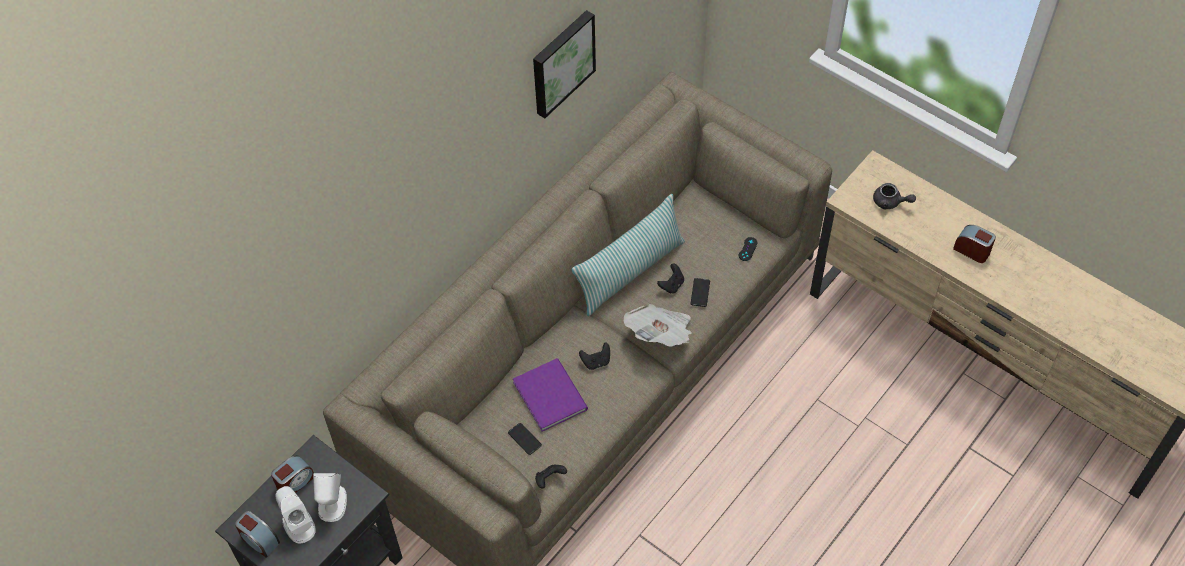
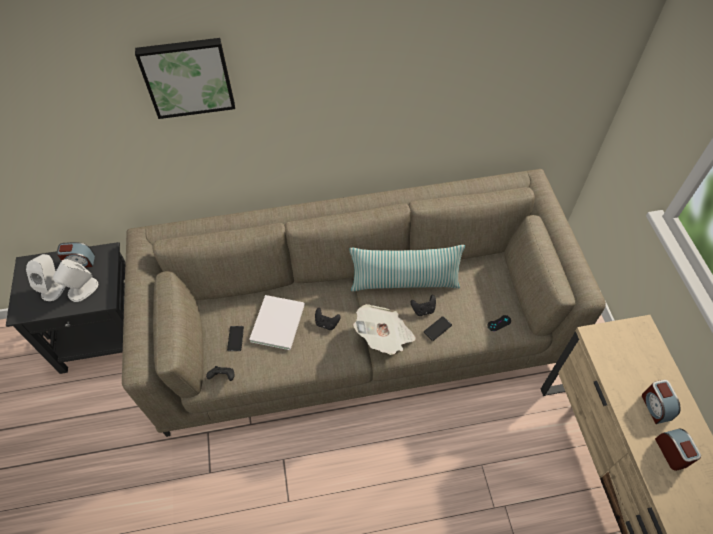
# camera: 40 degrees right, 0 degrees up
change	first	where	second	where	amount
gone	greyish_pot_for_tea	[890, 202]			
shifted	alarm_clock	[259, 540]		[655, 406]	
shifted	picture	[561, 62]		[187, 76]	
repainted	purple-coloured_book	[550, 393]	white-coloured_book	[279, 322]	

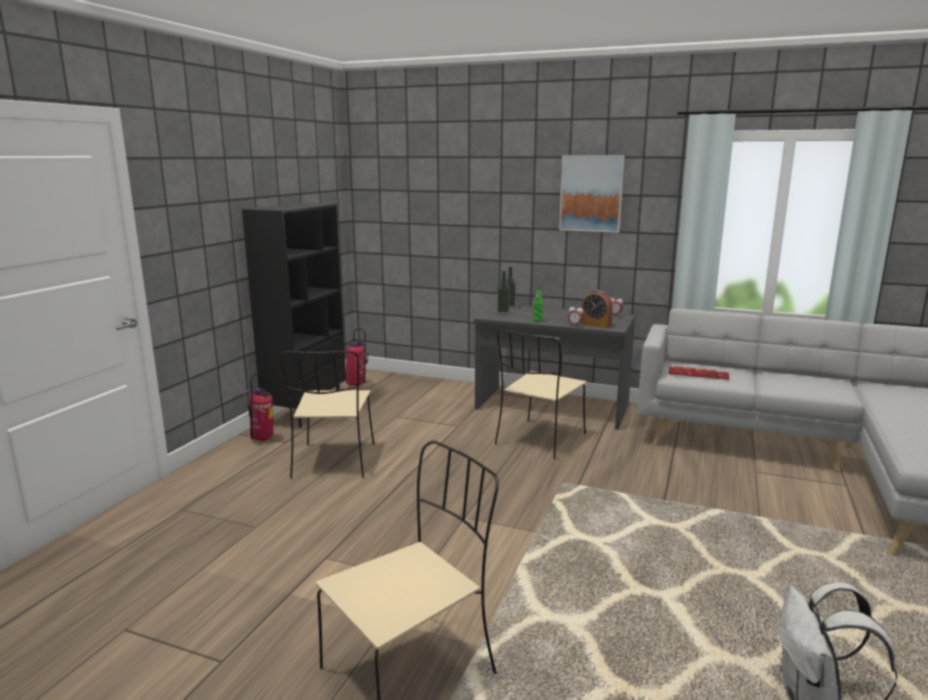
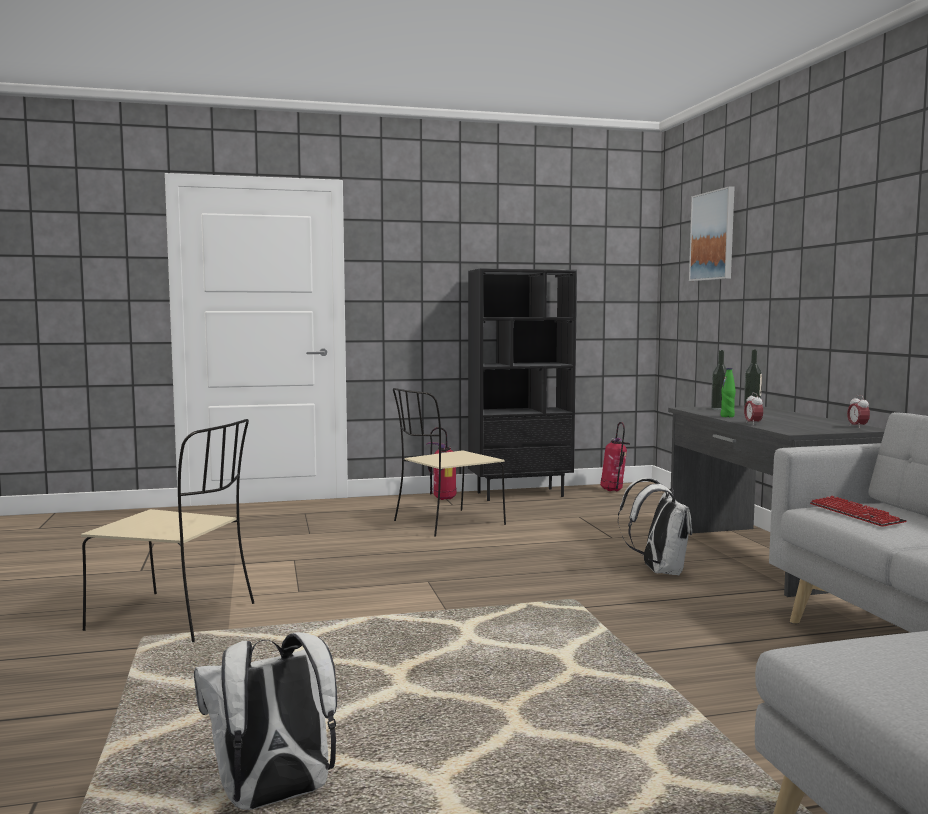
# camera: 55 degrees right, 10 degrees down
change	first	where	second	where	amount
gone	alarm_clock	[596, 324]			
shifted	picture	[591, 193]		[713, 236]	
swapped	sand-coloured_chair	[539, 440]	white-coloured_knapsack	[658, 571]	

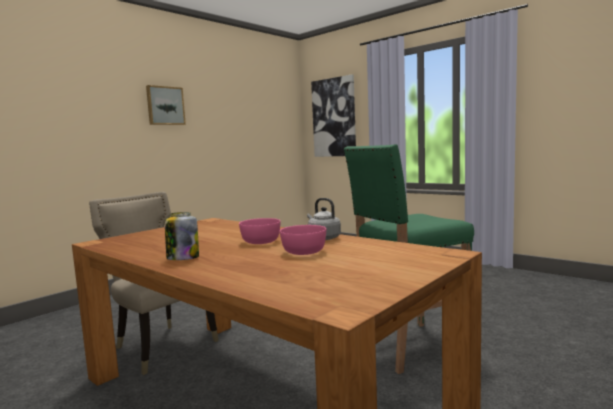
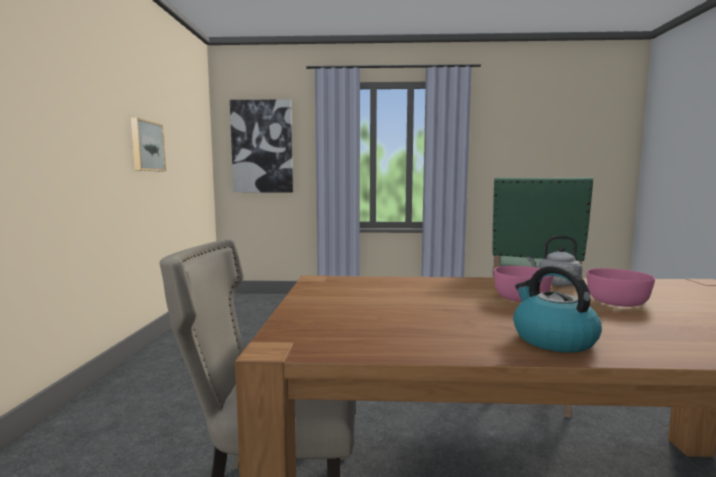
# camera: 40 degrees left, 0 degrees up
change	first	where	second	where	amount
shifted	picture	[165, 106]		[146, 146]	
swapped	storage_jar	[182, 258]	tea_kettle	[552, 339]	

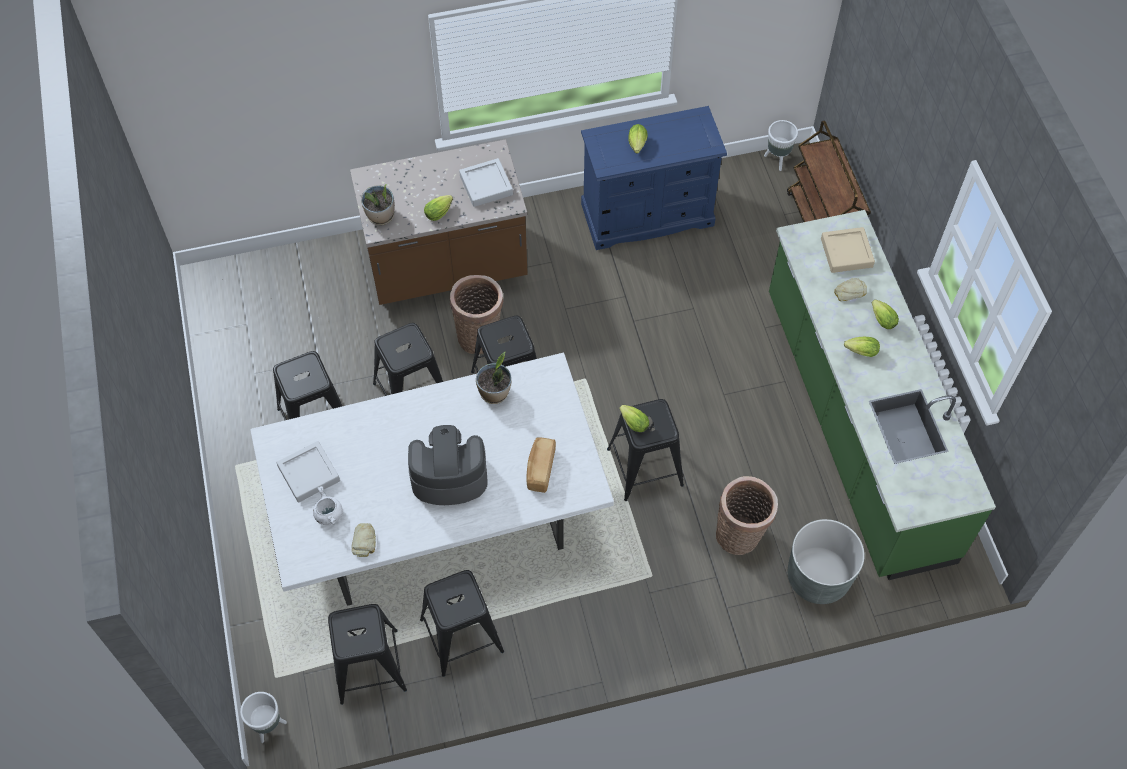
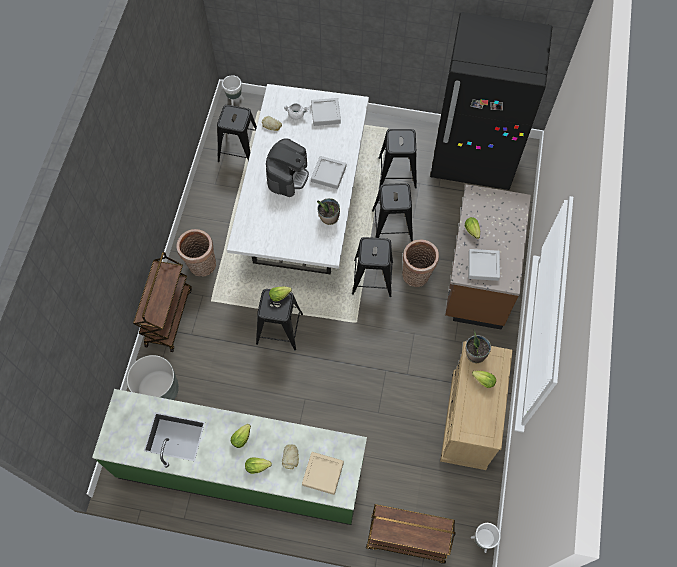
# camera: 115 degrees right, 5 degrees up
change	first	where	second	where	amount
gone	blackish_sitting_stool	[462, 635]			
gone	baked_bread	[540, 469]			
new			brownish_trolley	[168, 316]	
new			greyish_serving_tray	[328, 174]	
new			blackish_refrigerator	[473, 159]	
shifted	potted_plant	[381, 216]		[475, 354]	
shifted	household_basket	[740, 535]		[201, 266]	
repainted	bluish_dresser	[647, 215]	sand-coloured_dresser	[468, 420]	

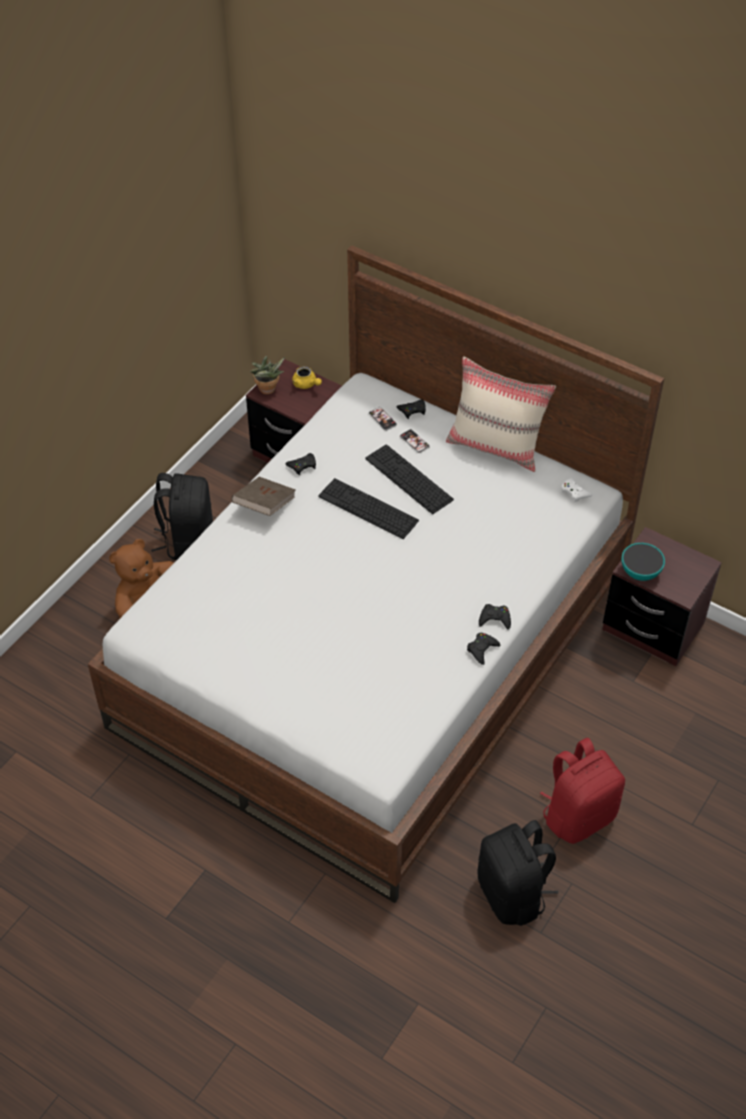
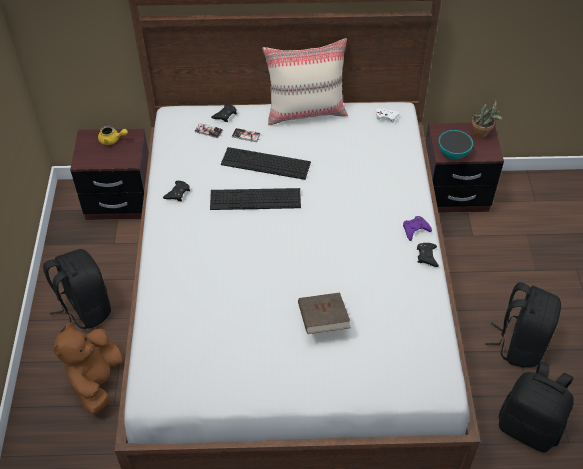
# camera: 35 degrees left, 0 degrees up
change	first	where	second	where	amount
shifted	brownish_book	[264, 505]		[323, 321]	
shifted	potted_plant	[268, 391]		[482, 134]	
repainted	blackish_gamepad	[495, 619]	purple-coloured_gamepad	[415, 229]	
repainted	reddish_knapsack	[578, 815]	blackish_knapsack	[519, 344]	

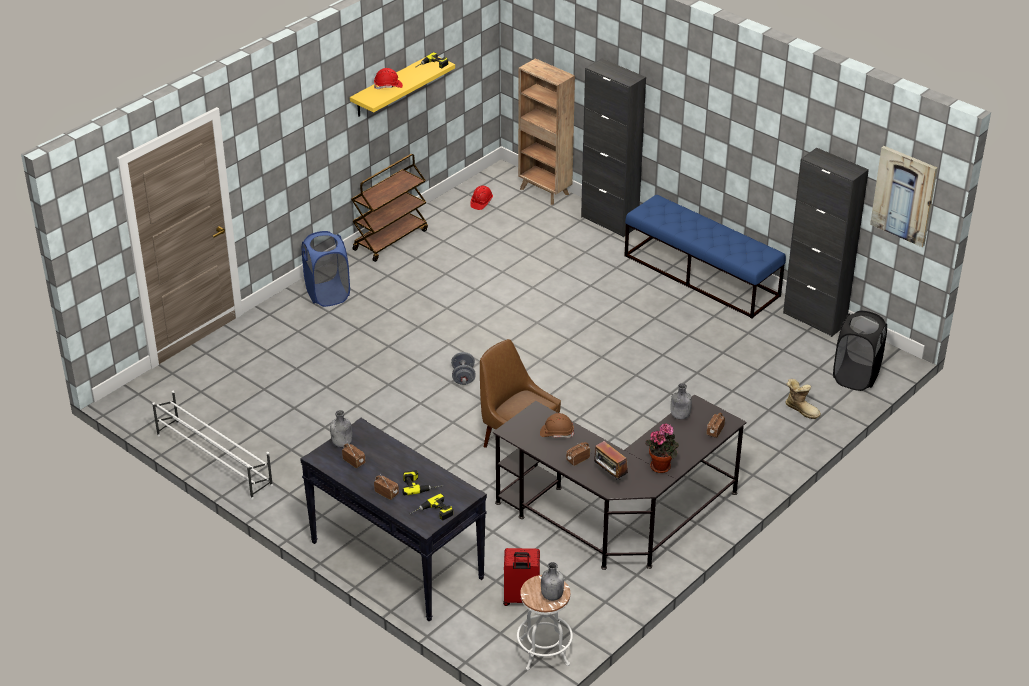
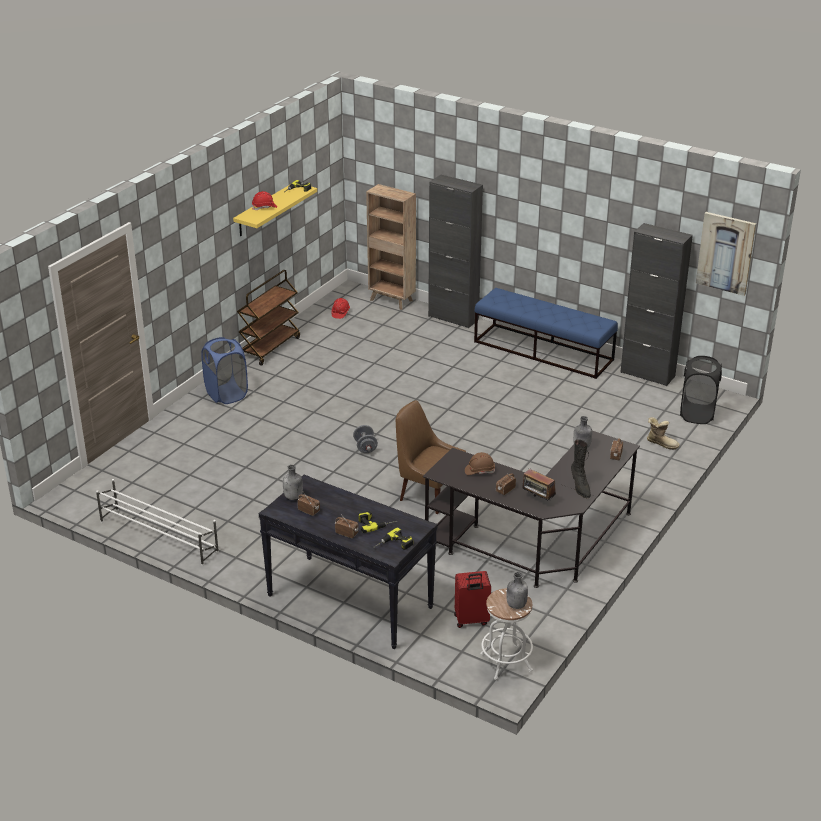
# camera: 10 degrees left, 5 degrees down
change	first	where	second	where	amount
swapped	potted_plant	[662, 466]	blackish_tall_boot	[580, 487]	

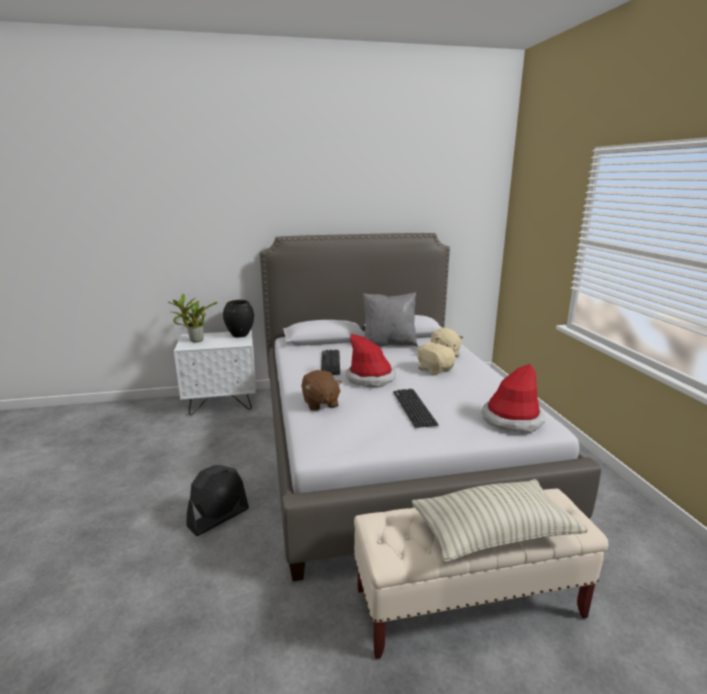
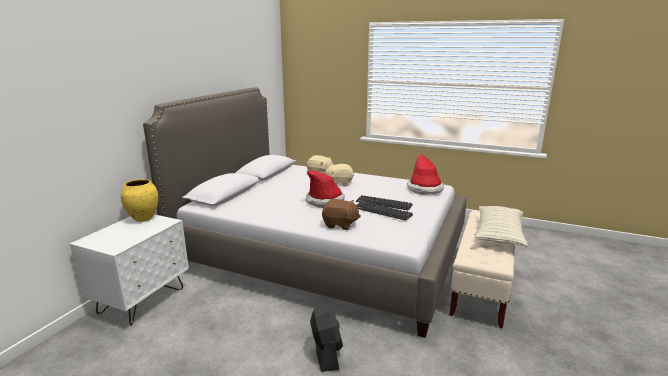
# camera: 55 degrees left, 0 degrees up
change	first	where	second	where	amount
gone	potted_plant	[194, 341]			
gone	greyish_pillow	[389, 344]			
shifted	PC_keyboard	[330, 363]		[382, 211]	
repainted	blackish_decorative_vase	[239, 335]	yellow_decorative_vase	[143, 218]	

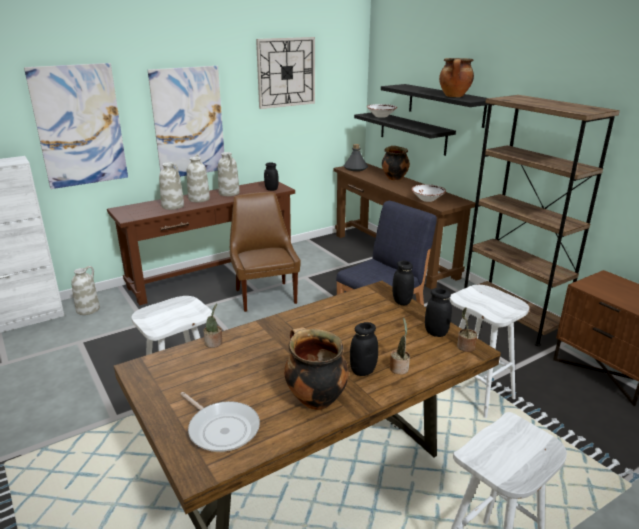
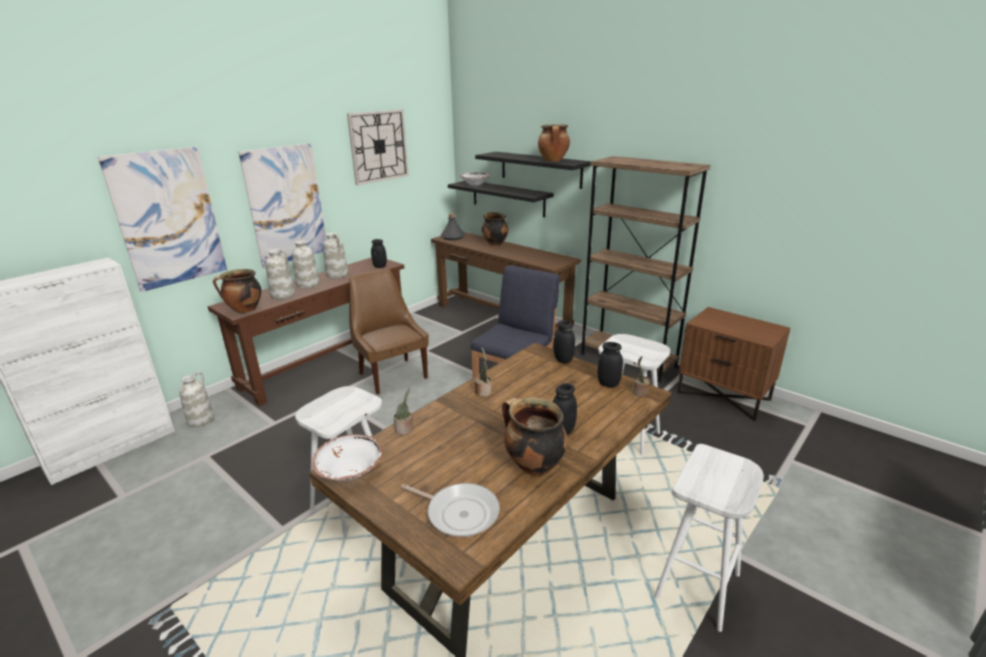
# camera: 15 degrees left, 0 degrees up
change	first	where	second	where	amount
new			saucepot	[244, 310]	
shifted	potted_plant	[399, 368]		[483, 391]	
shifted	white-coloured_serving_bowl	[427, 199]		[350, 471]	

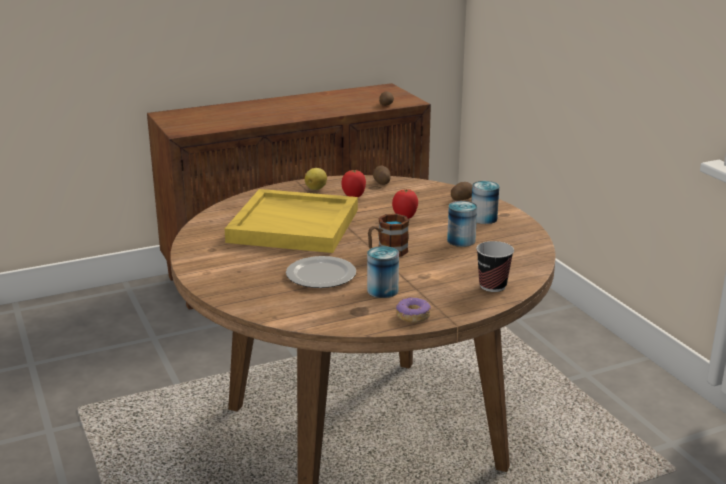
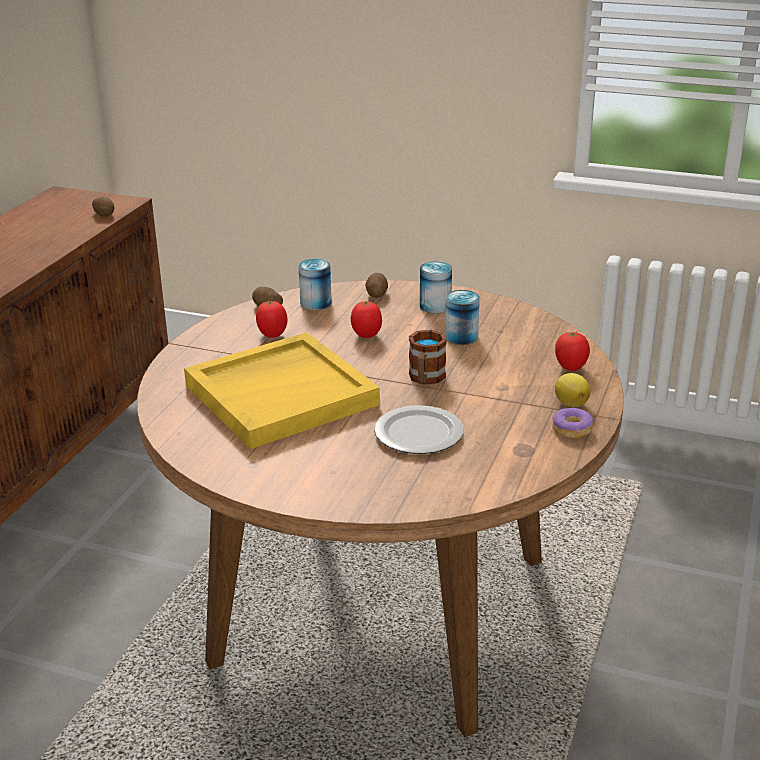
# camera: 45 degrees left, 5 degrees up
change	first	where	second	where	amount
shifted	lemon	[316, 188]		[570, 403]	
shifted	sealed_can	[382, 290]		[316, 303]	
swapped	drinking_cup	[492, 286]	fresh_tomato	[571, 368]	

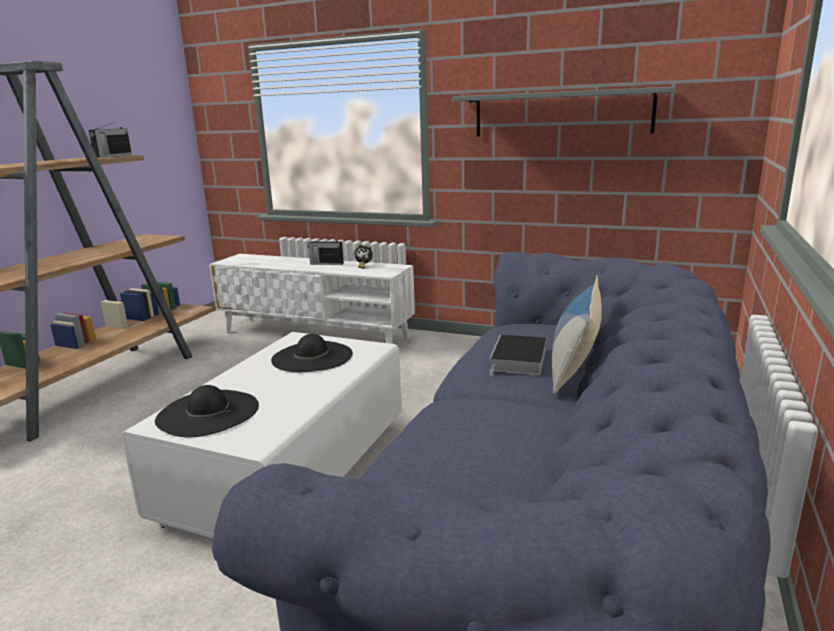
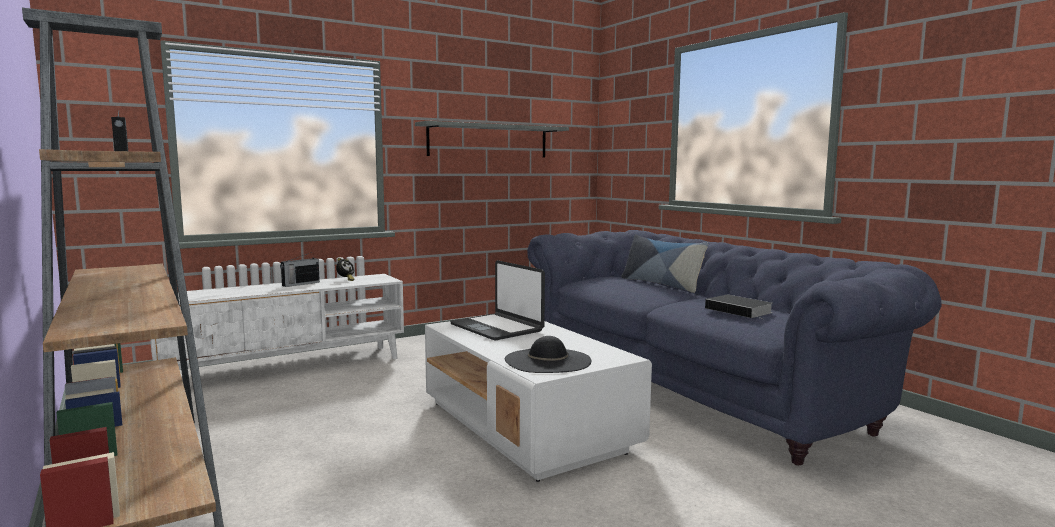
# camera: 55 degrees left, 10 degrees down
change	first	where	second	where	amount
shifted	book	[519, 360]		[740, 310]	
swapped	blackish_wearable_hat	[312, 357]	laptop	[497, 328]	

